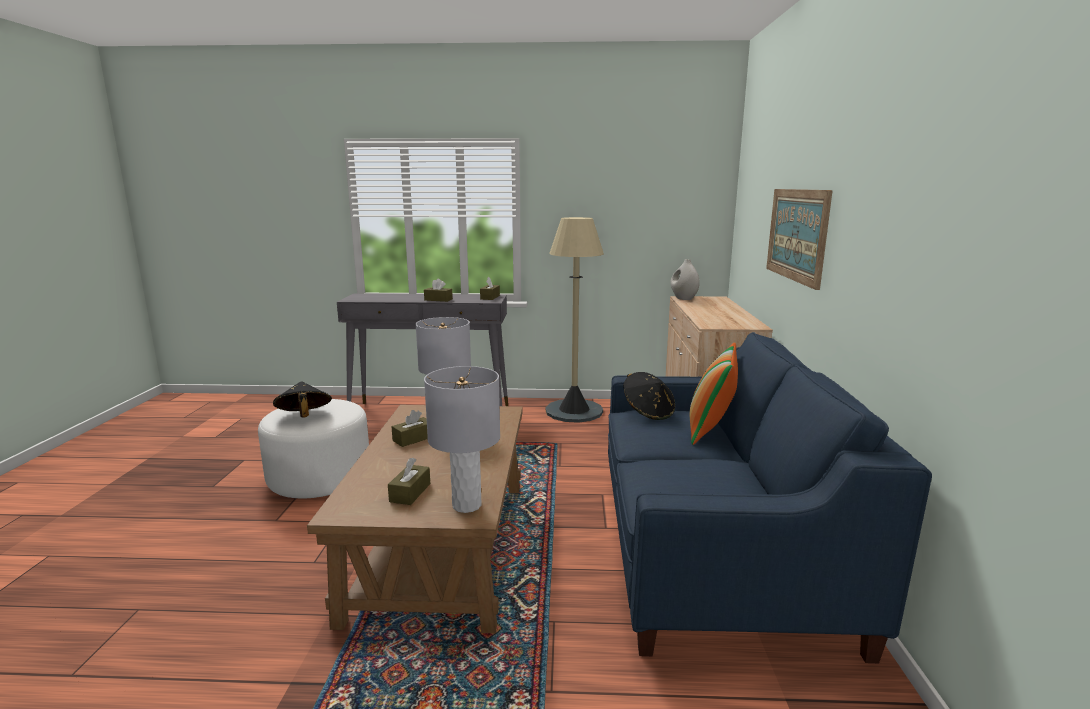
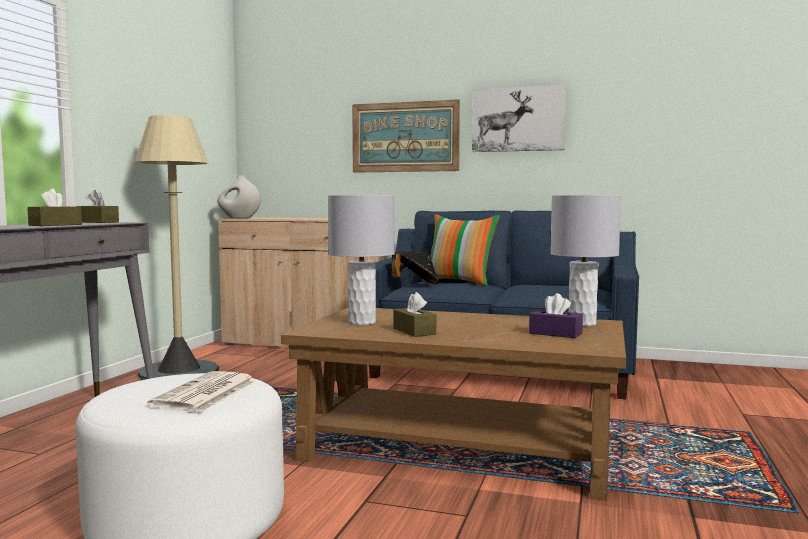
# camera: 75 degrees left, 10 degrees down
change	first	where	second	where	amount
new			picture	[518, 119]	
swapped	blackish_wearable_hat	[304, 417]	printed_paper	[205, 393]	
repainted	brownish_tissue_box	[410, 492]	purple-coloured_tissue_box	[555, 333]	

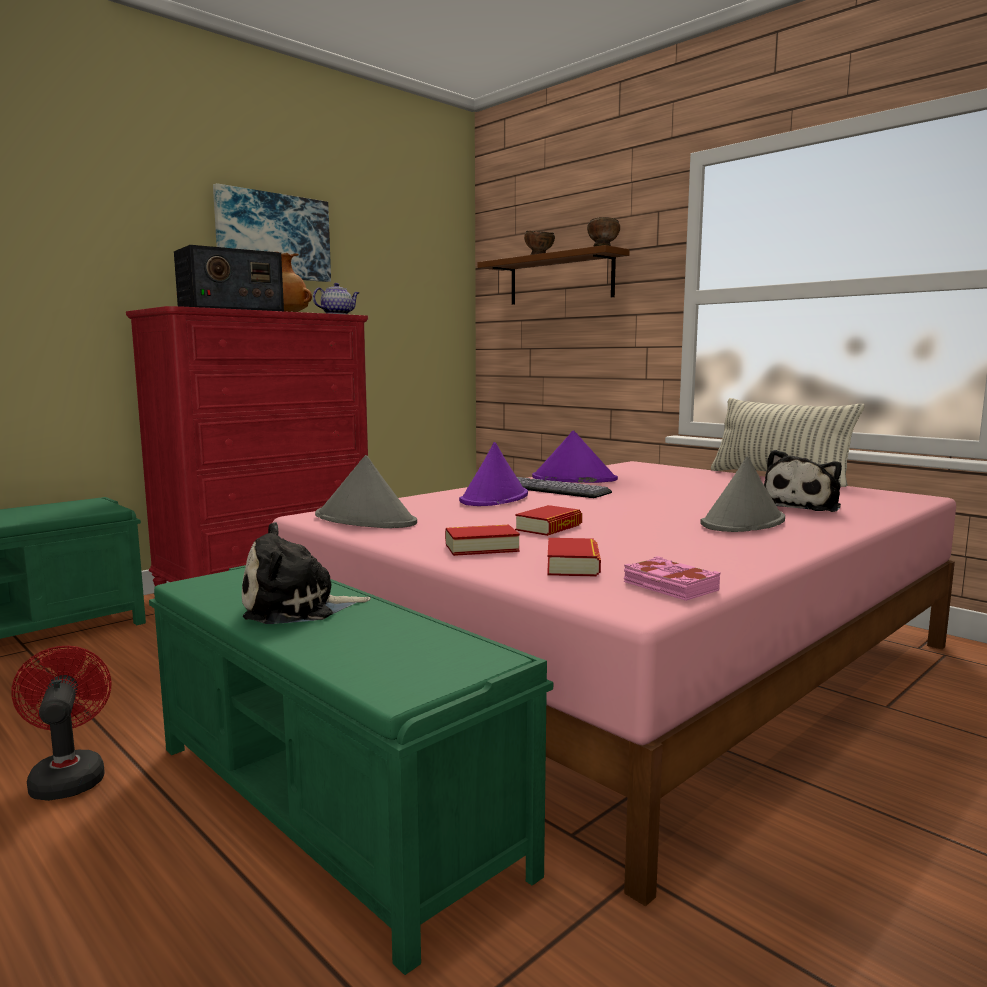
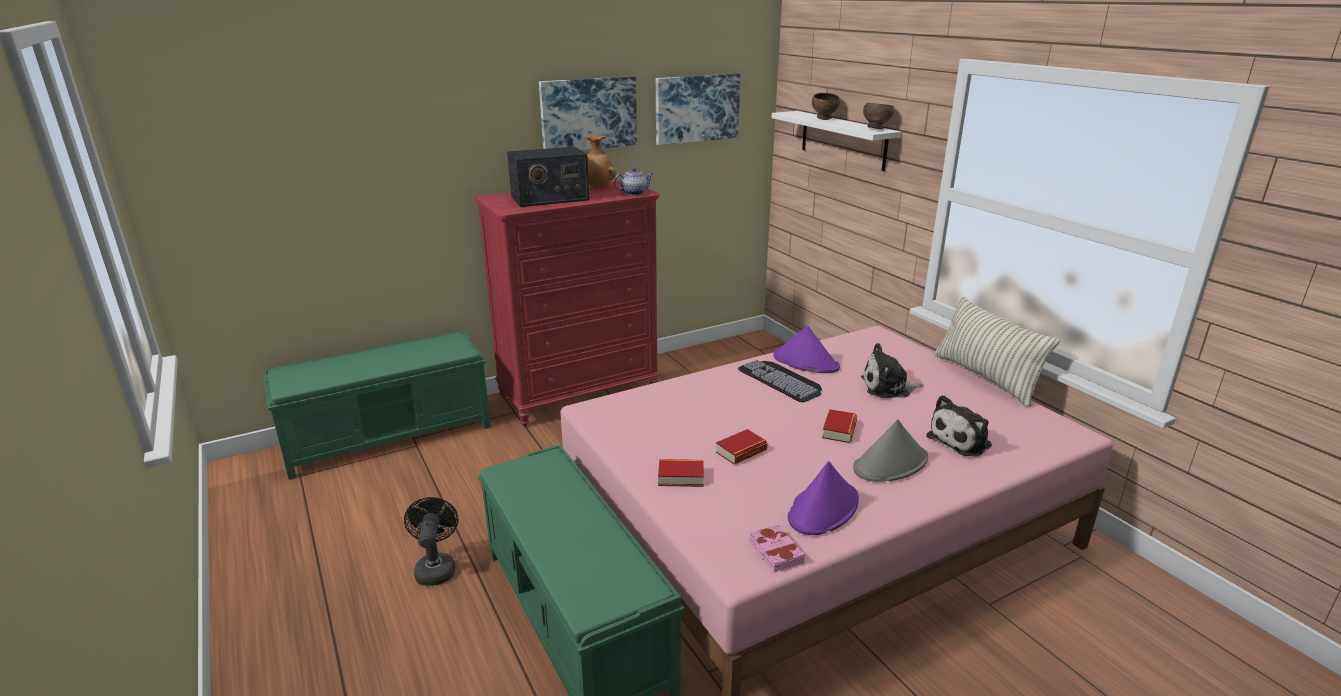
# camera: 15 degrees right, 15 degrees up
change	first	where	second	where	amount
gone	greyish_wearable_hat	[366, 520]			
new			picture	[696, 108]	
shifted	cuddly_toy	[297, 608]		[888, 387]	
shifted	purple-coloured_wearable_hat	[494, 499]		[823, 509]	
shifted	book	[573, 565]		[839, 430]	
repainted	reddish_cooling_fan	[68, 776]	blackish_cooling_fan	[436, 568]	
repainted	brownish_bracket_shelf	[560, 279]	white-coloured_bracket_shelf	[843, 140]	

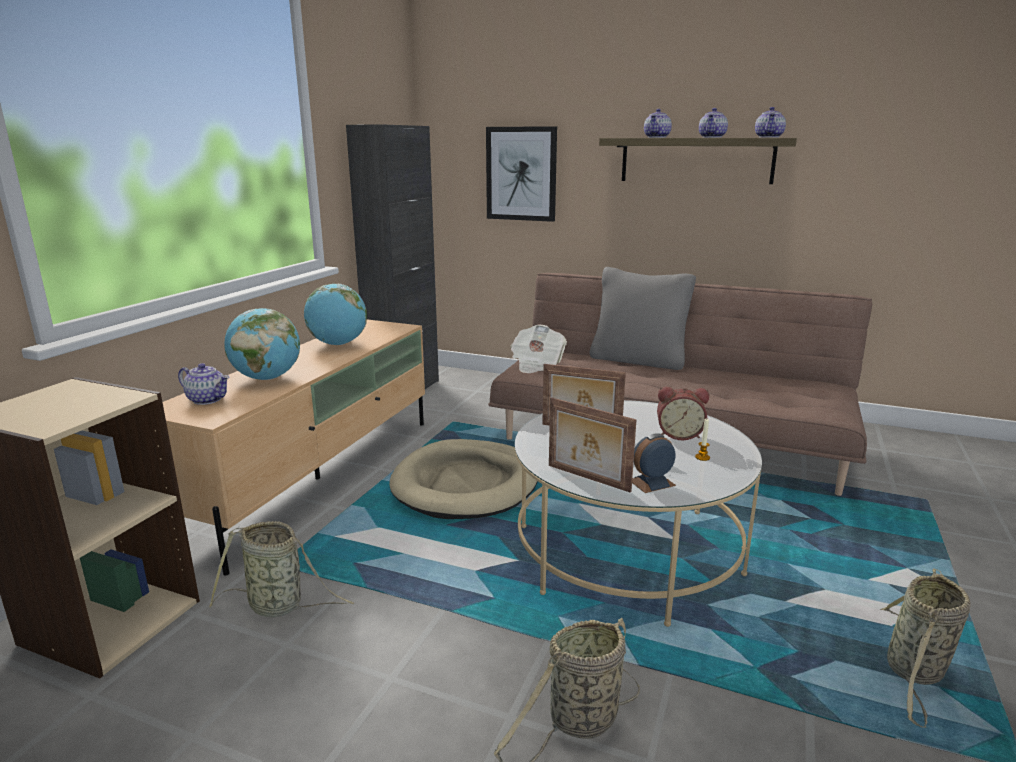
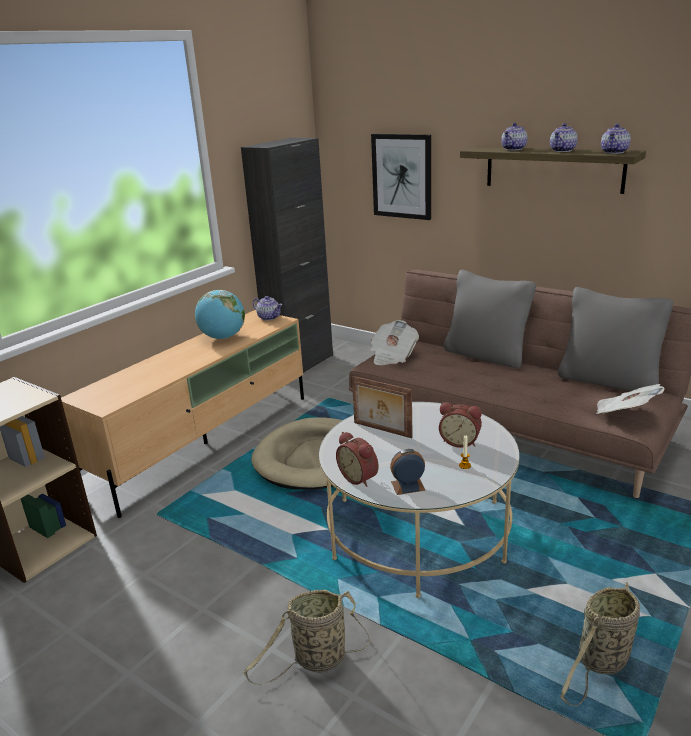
# camera: 15 degrees right, 5 degrees up
change	first	where	second	where	amount
gone	household_basket	[280, 606]			
gone	desk_globe	[267, 378]			
new			greyish_pillow	[608, 380]	
new			printed_paper	[624, 413]	
shifted	pot_for_tea	[208, 399]		[269, 317]	
swapped	photo_frame	[587, 478]	alarm_clock	[360, 477]	

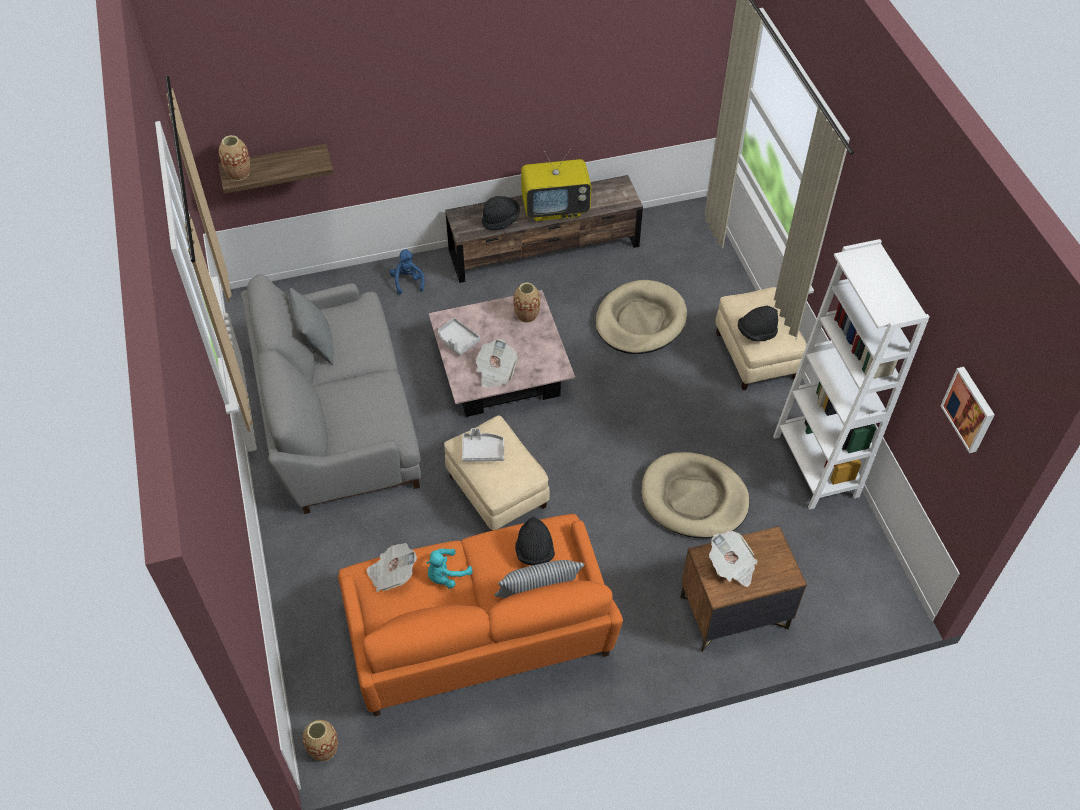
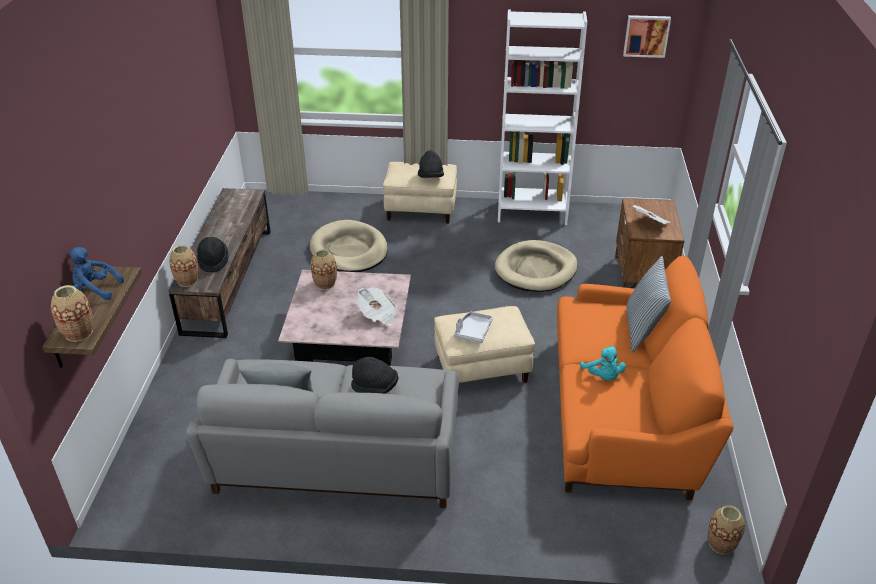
# camera: 70 degrees left, 15 degrees down
change	first	where	second	where	amount
gone	printed_paper	[392, 574]			
gone	greyish_serving_tray	[457, 340]			
gone	TV_set	[556, 208]			
new			decorative_vase	[187, 280]	
shifted	bluish_cuddly_toy	[408, 281]		[95, 290]	
shifted	blackish_wearable_hat	[534, 551]		[375, 388]	

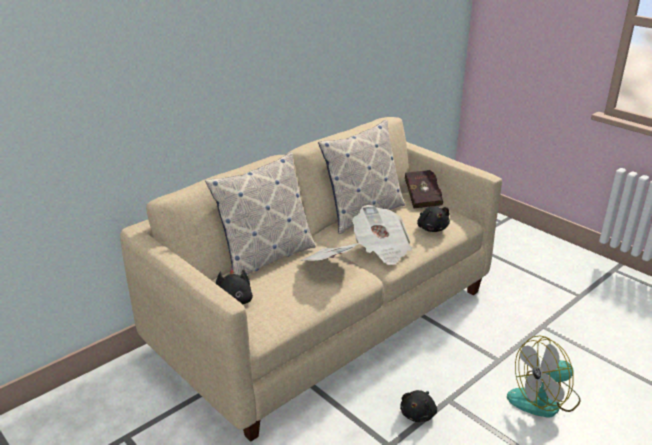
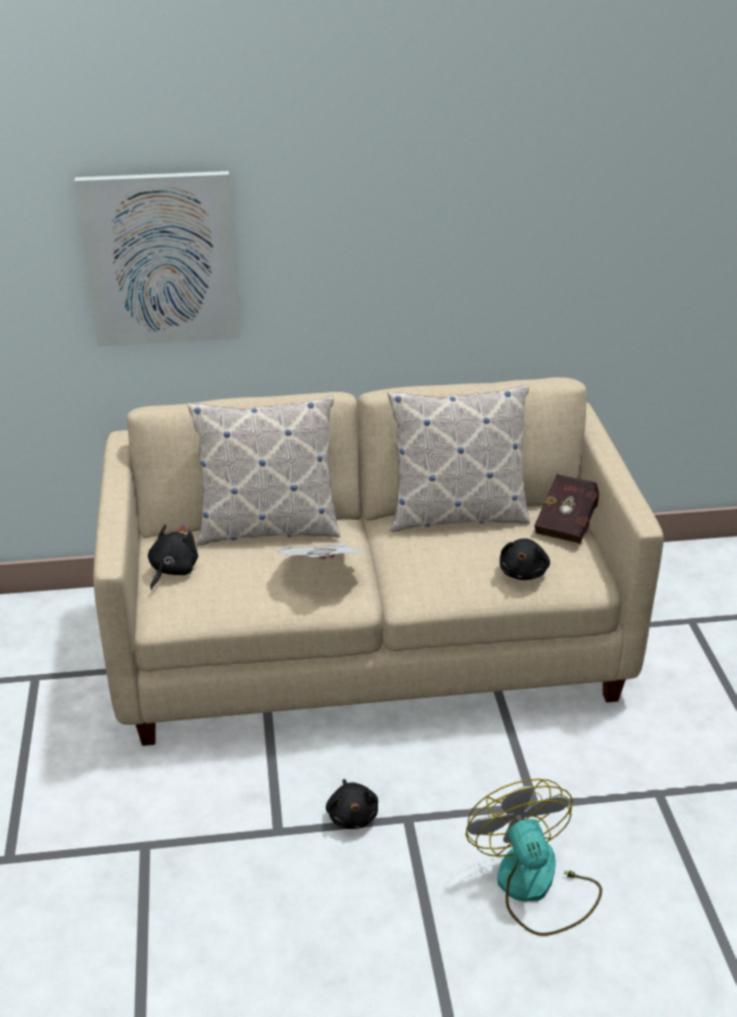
# camera: 35 degrees right, 5 degrees up
change	first	where	second	where	amount
gone	printed_paper	[381, 249]			
new			picture	[161, 259]	
rotated	blackish_cuddly_toy	[418, 414]		[352, 815]	75 degrees counterclockwise
rotated	cooling_fan	[544, 399]		[534, 886]	60 degrees clockwise

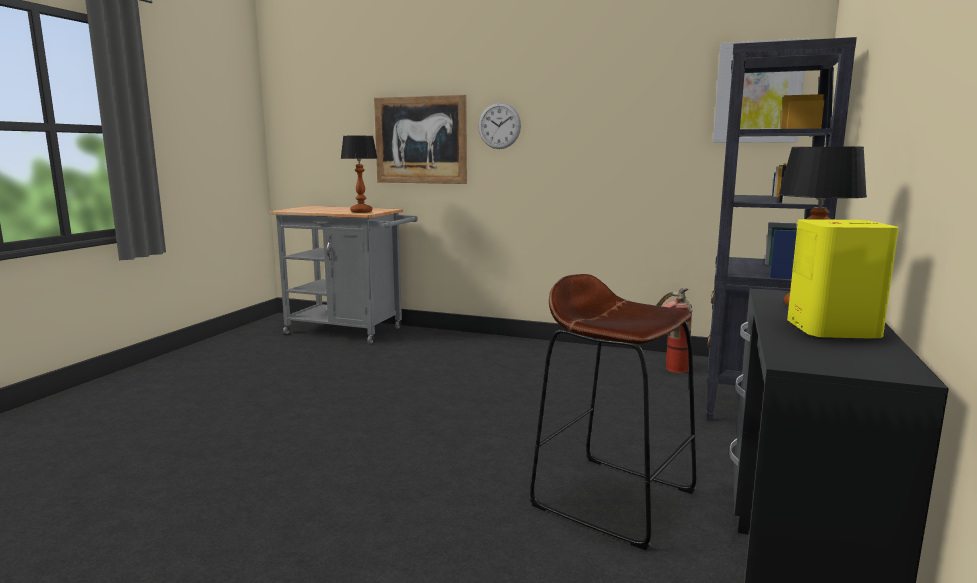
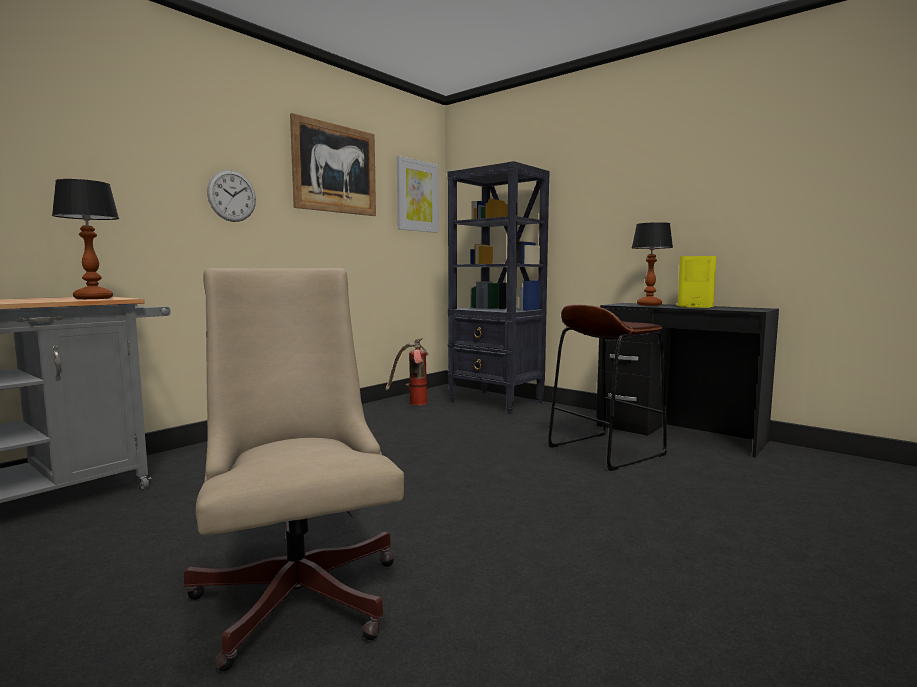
# camera: 70 degrees left, 5 degrees down
change	first	where	second	where	amount
new			sand-coloured_office_chair	[299, 589]	
shifted	picture	[420, 140]		[335, 169]	

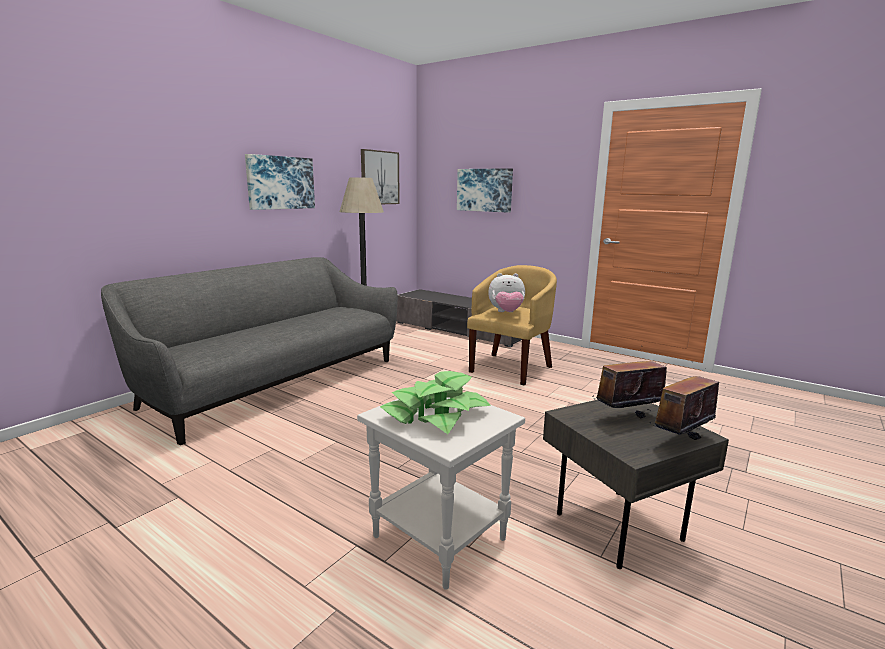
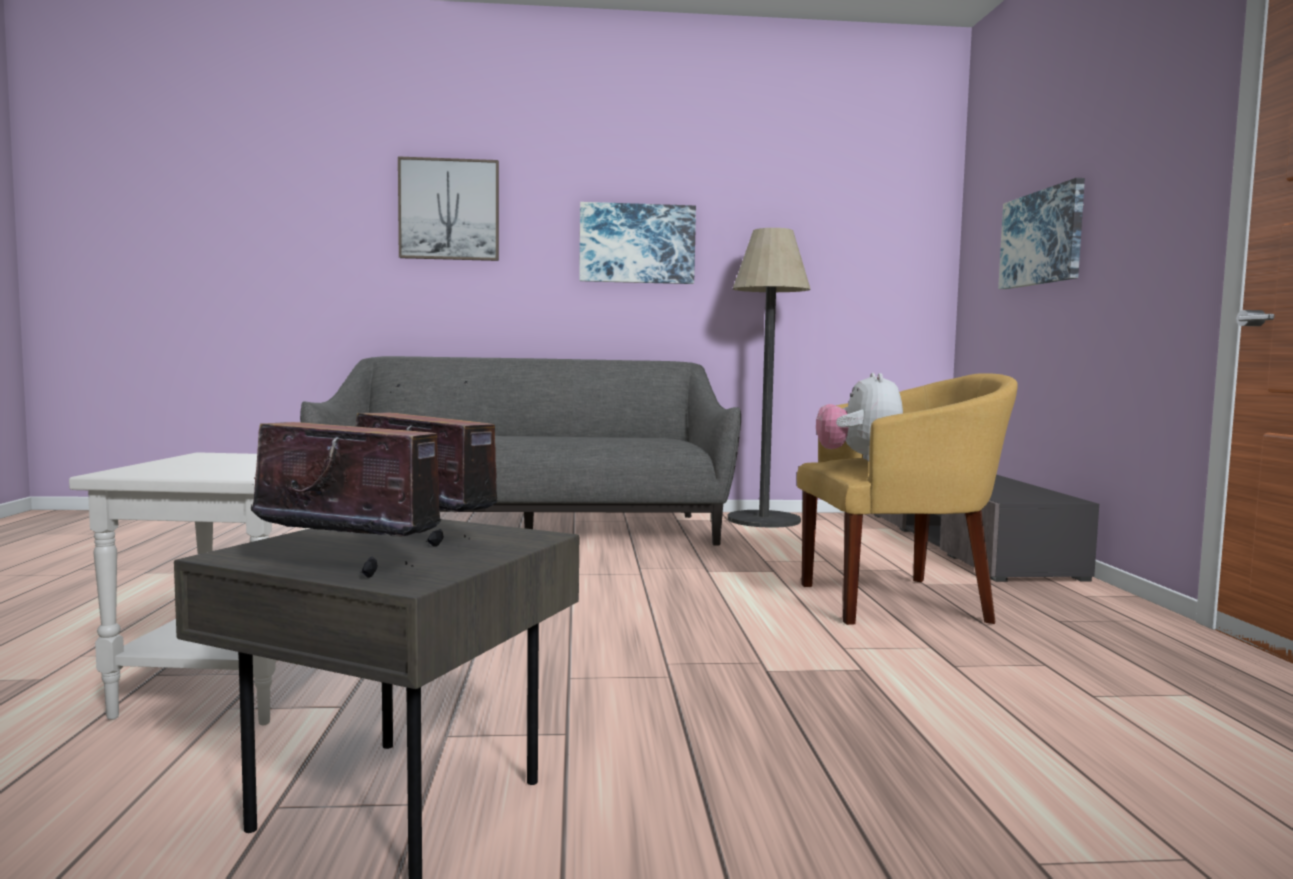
# camera: 50 degrees right, 10 degrees down
change	first	where	second	where	amount
gone	potted_plant	[435, 415]			
shifted	picture	[379, 178]		[449, 210]	
rotated	cuddly_toy	[506, 313]		[859, 460]	45 degrees clockwise

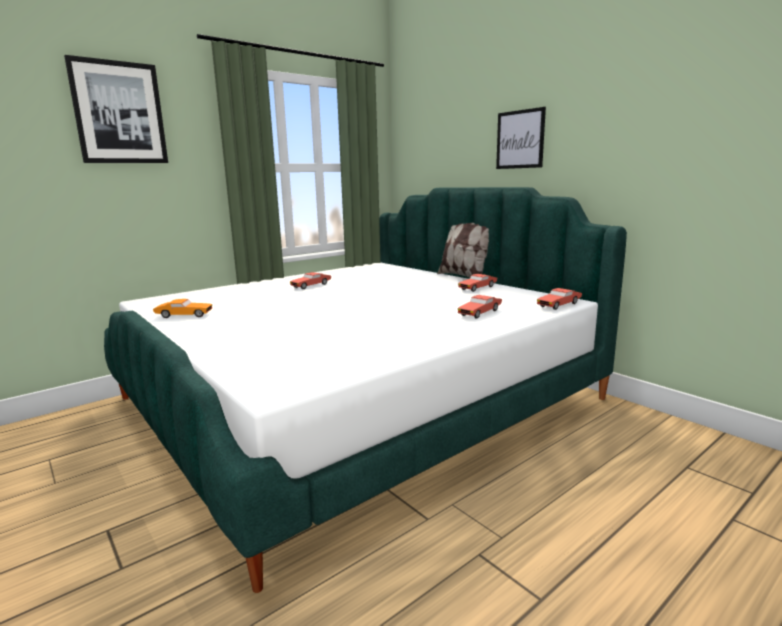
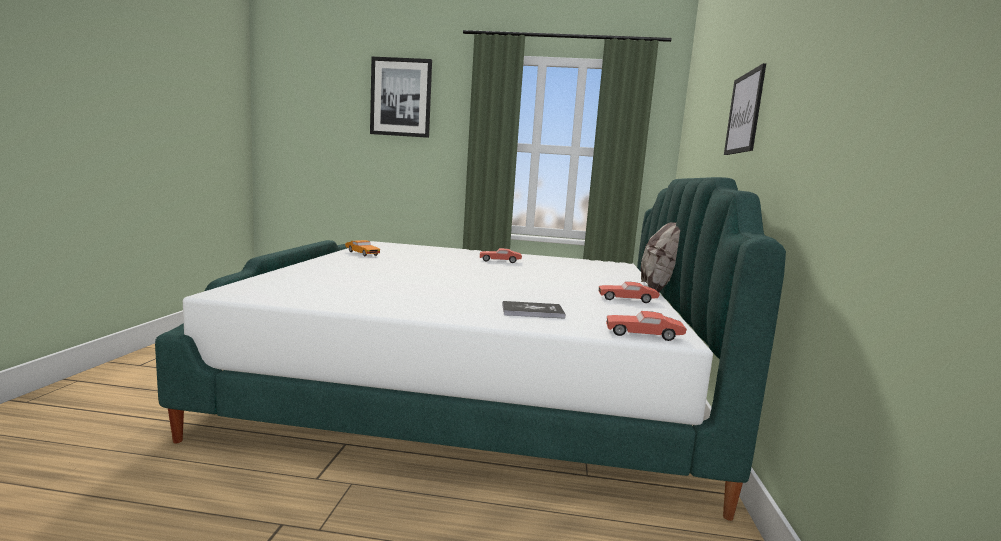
# camera: 45 degrees right, 5 degrees down
change	first	where	second	where	amount
swapped	reddish_toy_car	[480, 313]	book	[532, 311]	

